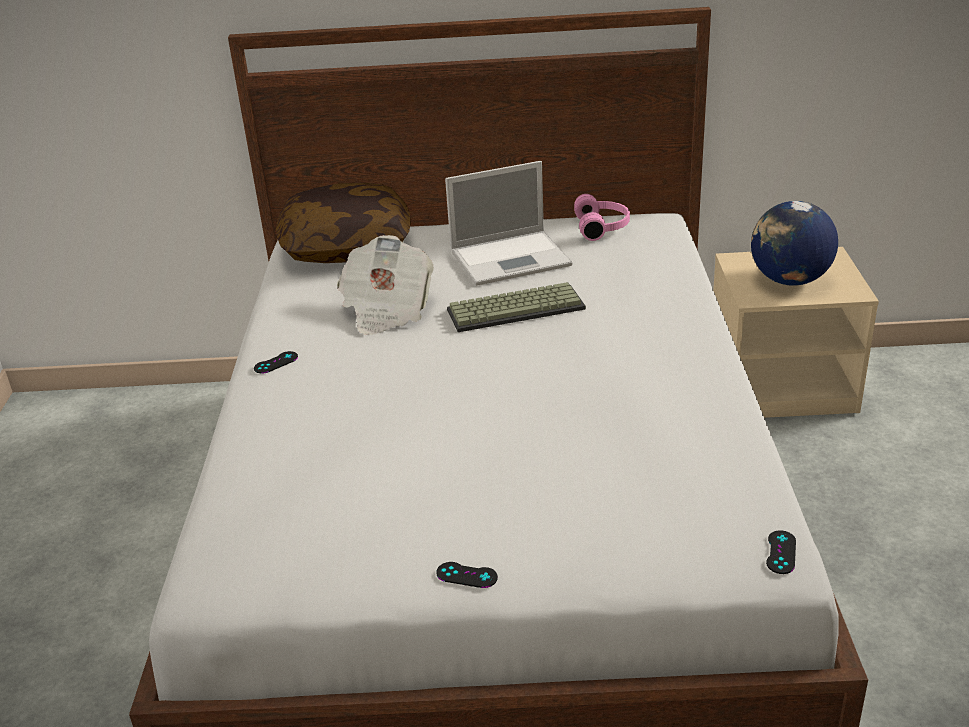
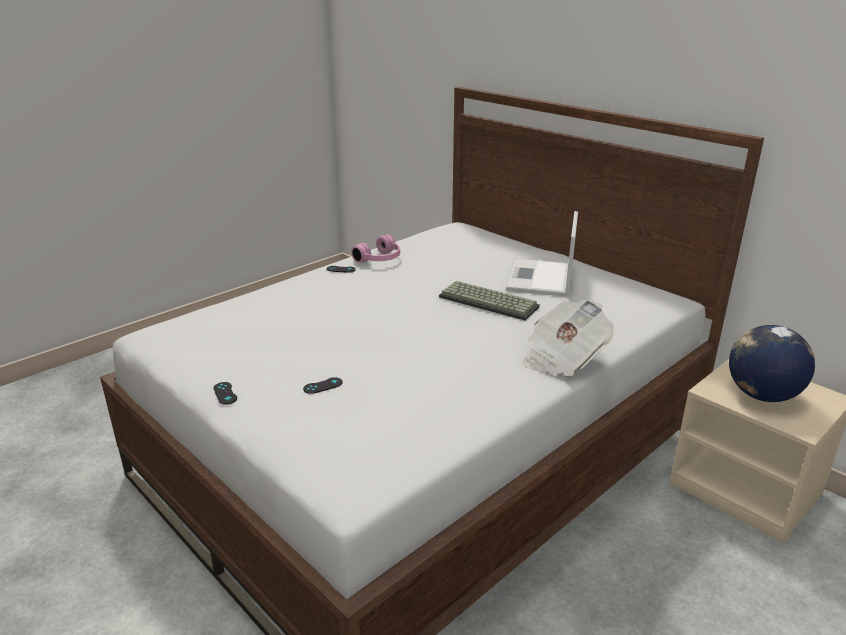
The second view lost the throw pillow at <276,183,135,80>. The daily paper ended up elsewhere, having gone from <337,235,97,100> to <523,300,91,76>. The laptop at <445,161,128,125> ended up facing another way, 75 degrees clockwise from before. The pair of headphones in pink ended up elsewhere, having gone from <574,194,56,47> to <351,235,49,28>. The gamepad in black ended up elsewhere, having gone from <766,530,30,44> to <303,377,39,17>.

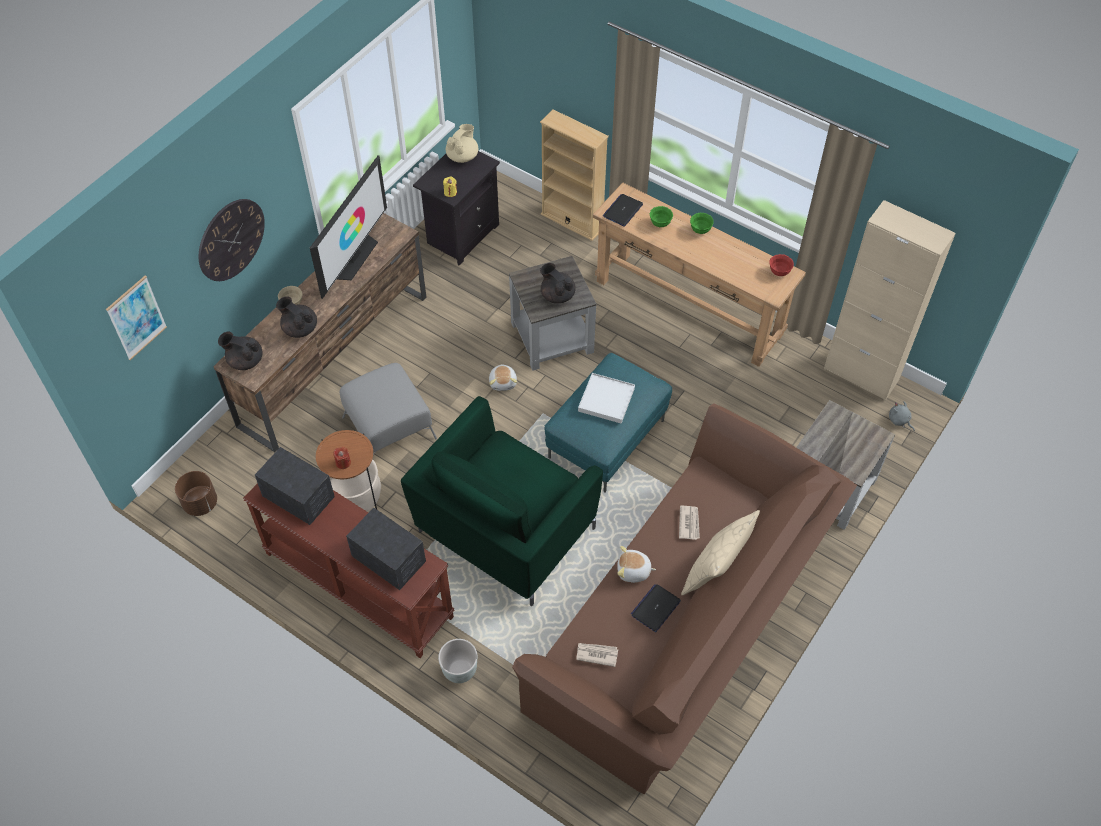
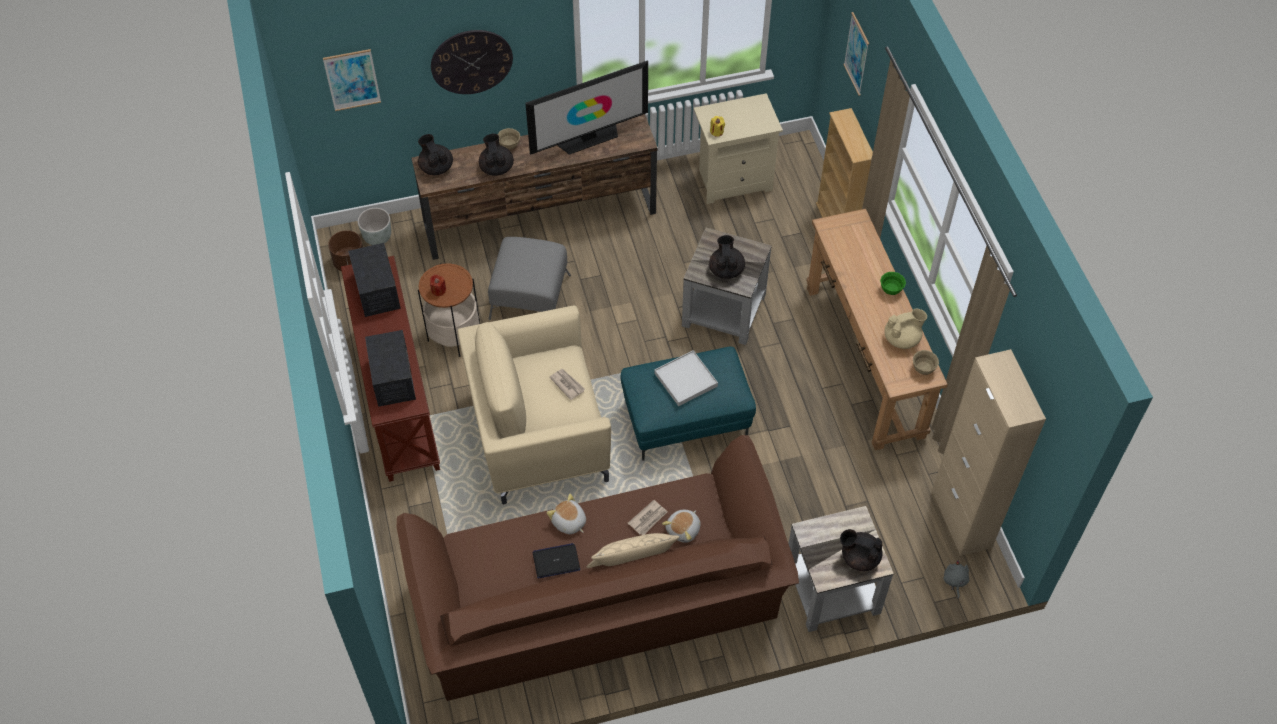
What was the armchair in green-coloured at <401,396,202,210> turned into the armchair in beige-coloured at <458,306,153,198>. What was the nightstand in black at <413,151,87,114> turned into the nightstand in beige-coloured at <694,93,89,111>. The plant pot in gray ended up elsewhere, having gone from <438,639,39,44> to <358,208,33,37>. The teapot in beige-coloured ended up elsewhere, having gone from <446,124,32,39> to <884,309,43,40>. The cuddly toy ended up elsewhere, having gone from <489,364,28,27> to <662,510,39,33>. The daily paper ended up elsewhere, having gone from <577,643,41,24> to <549,369,36,31>. The second view lost the laptop at <603,194,40,33>. The second view lost the serving bowl in green-coloured at <650,206,23,21>. What was the serving bowl in red-coloured at <770,254,24,22> turned into the serving bowl in beige-coloured at <913,350,26,25>. The second view gained the teapot in black at <840,529,43,42>. The second view gained the picture at <843,12,26,84>.

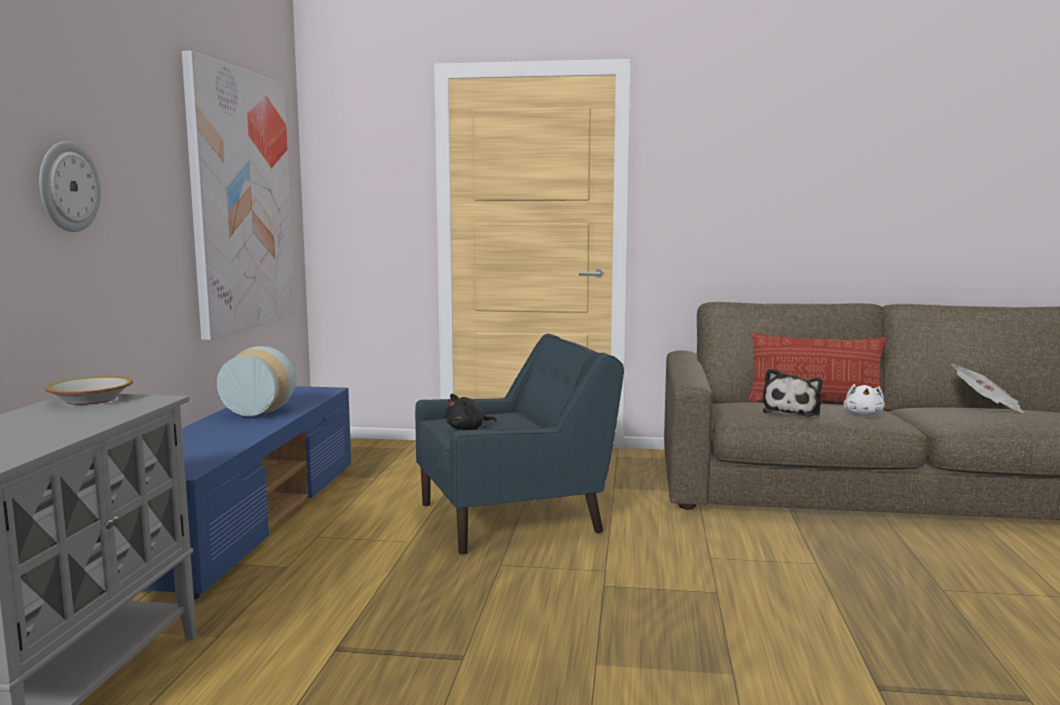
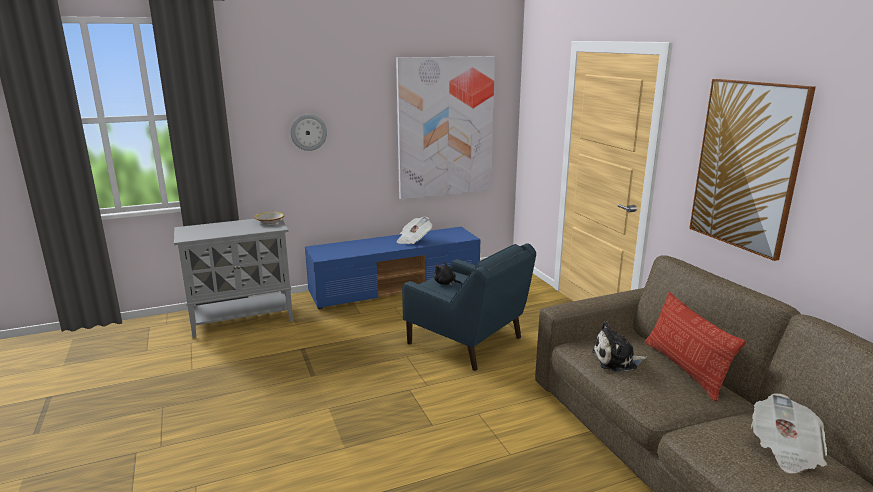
Where the flower vase stood at <217,346,79,70>, the daily paper came to stand at <396,217,36,27>. The second view lost the cuddly toy in white at <843,384,42,32>. The second view gained the picture at <689,79,127,182>.

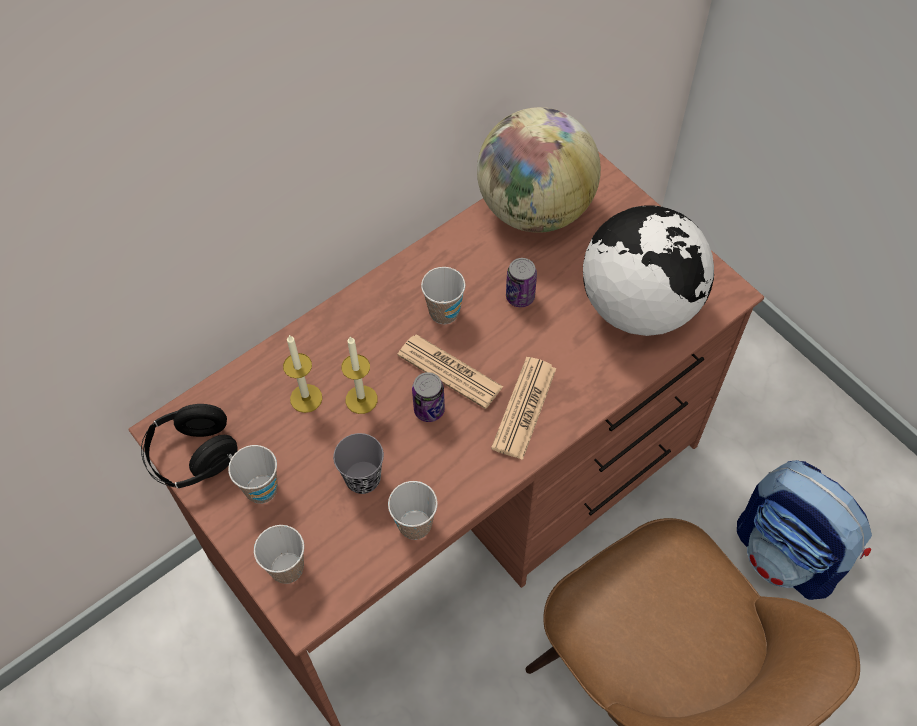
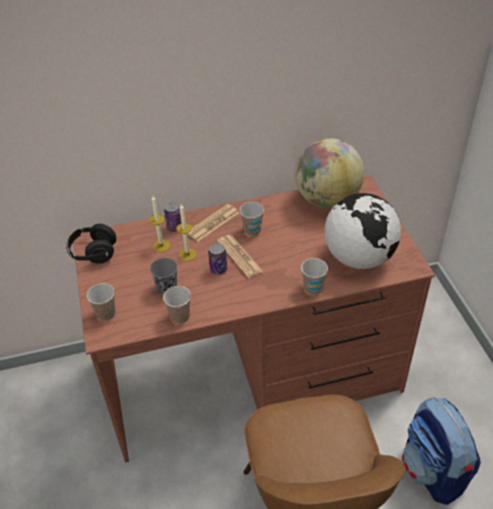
The small cup ended up elsewhere, having gone from <228,445,50,59> to <301,258,27,37>. The daily paper ended up elsewhere, having gone from <491,357,66,103> to <187,204,52,38>. The metal can ended up elsewhere, having gone from <506,258,31,49> to <164,202,18,30>.

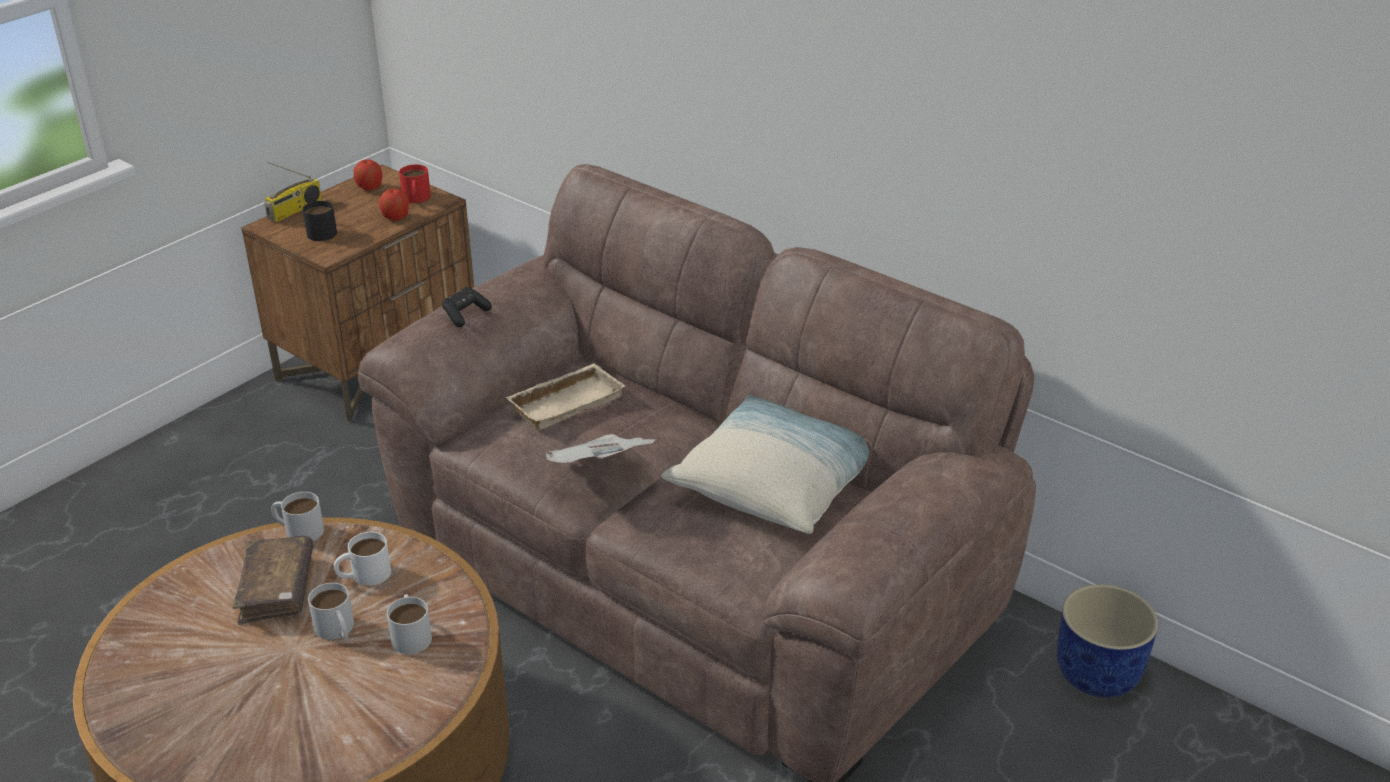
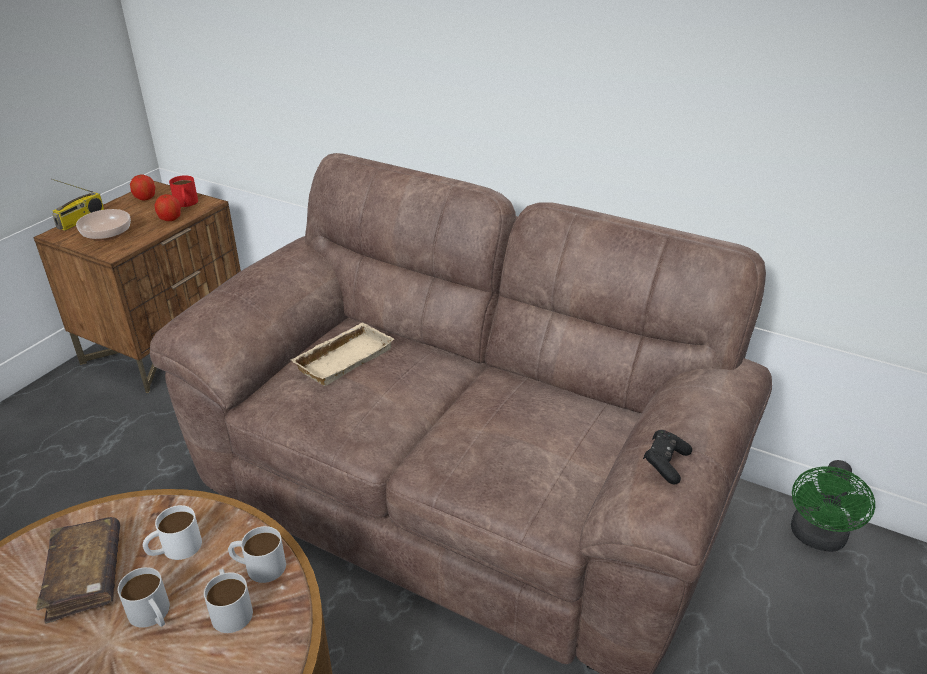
The mug in white ended up elsewhere, having gone from <271,492,53,49> to <228,526,58,57>. Where the mug in black stood at <303,201,34,40>, the serving bowl came to stand at <76,209,55,32>. The gamepad in black ended up elsewhere, having gone from <442,287,50,40> to <643,430,49,54>. The second view lost the daily paper at <546,434,110,29>. The second view lost the throw pillow at <661,395,208,139>. Where the plant pot in blue stood at <1057,584,101,114>, the cooling fan in green-coloured came to stand at <791,460,84,92>.

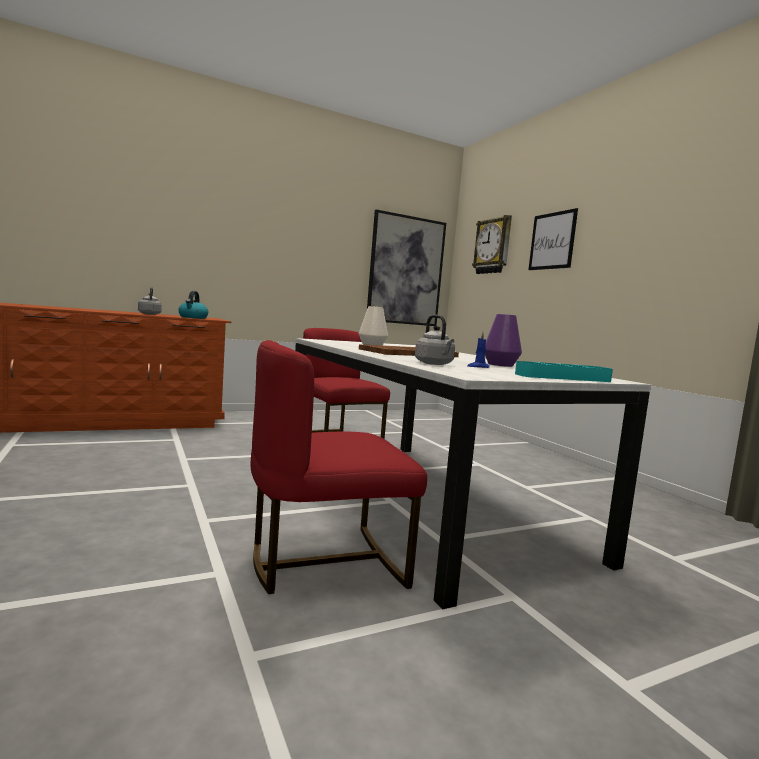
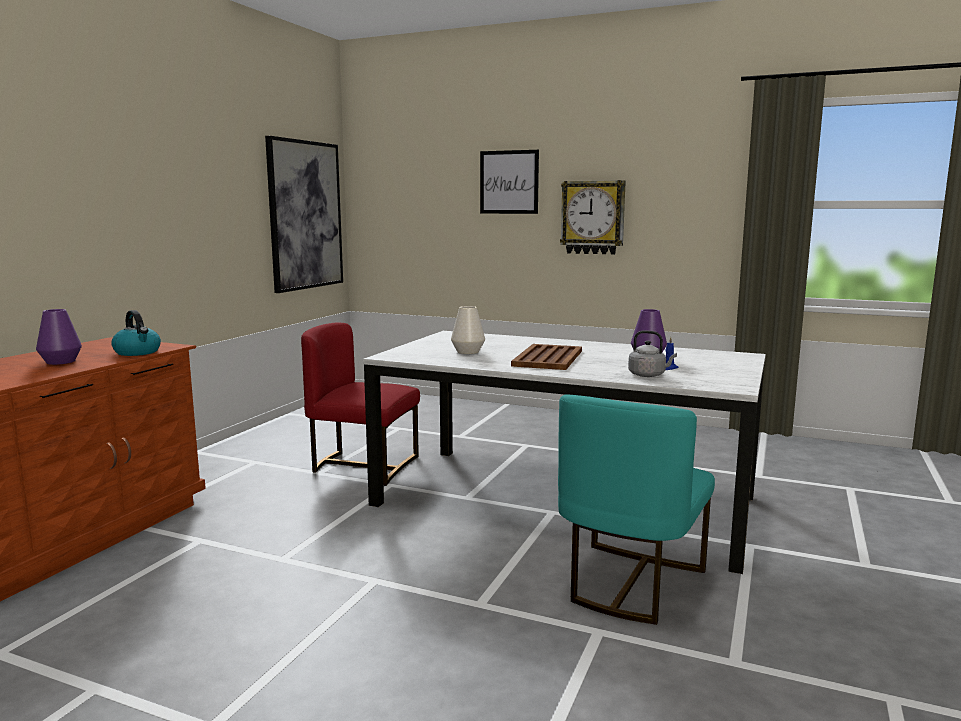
Where the kettle in gray stood at <138,287,24,28>, the flower vase in purple-coloured came to stand at <36,309,46,56>. What was the chair in red-coloured at <251,340,176,254> turned into the chair in turquoise-coloured at <558,394,157,231>. The clock on the wall ended up elsewhere, having gone from <472,215,40,59> to <560,180,66,75>. The second view lost the tray in turquoise-coloured at <515,361,98,21>.

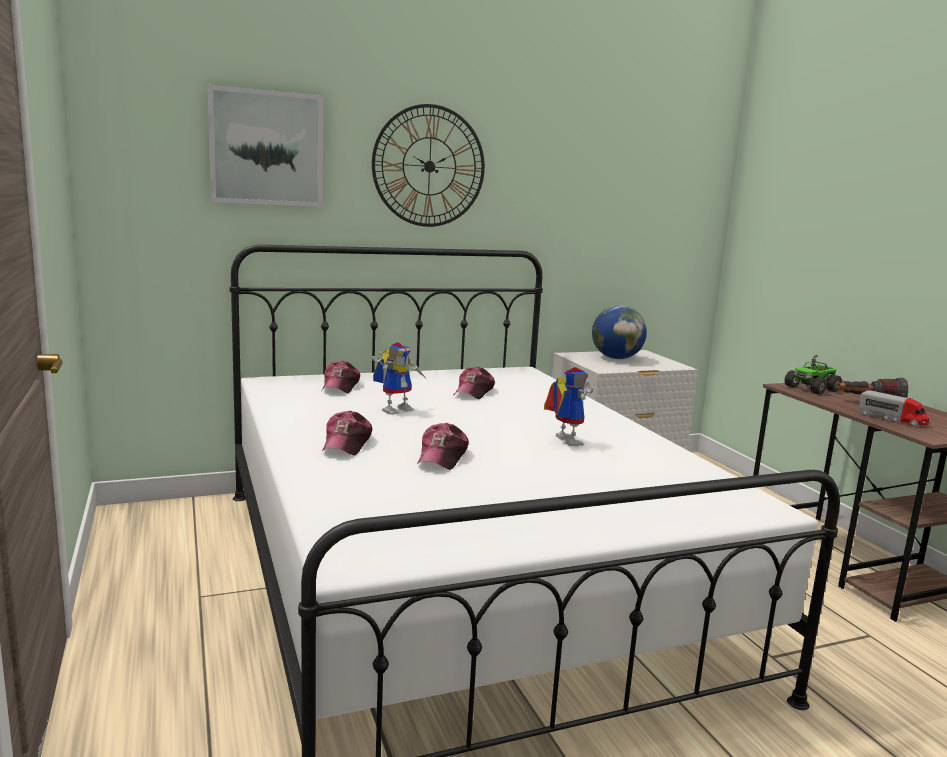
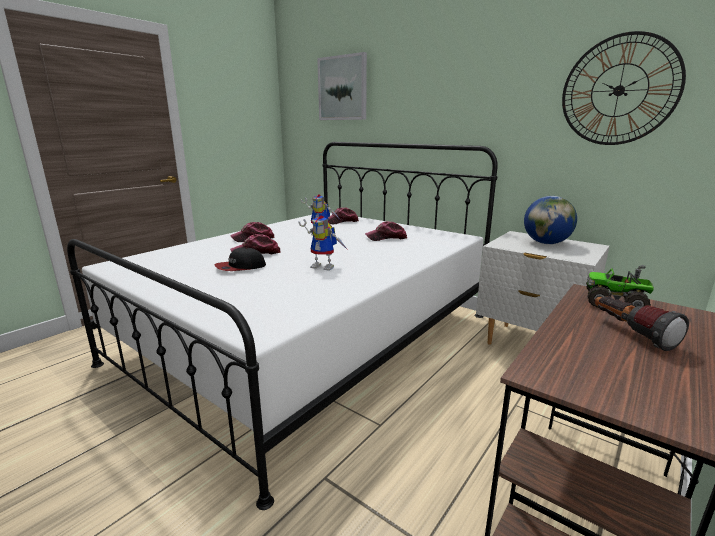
The clock on the wall ended up elsewhere, having gone from <372,104,113,123> to <562,31,124,114>. The toy robot at <544,367,50,79> ended up facing another way, 75 degrees clockwise from before. The second view lost the toy truck at <858,390,71,37>. The second view gained the cap at <214,247,52,24>.

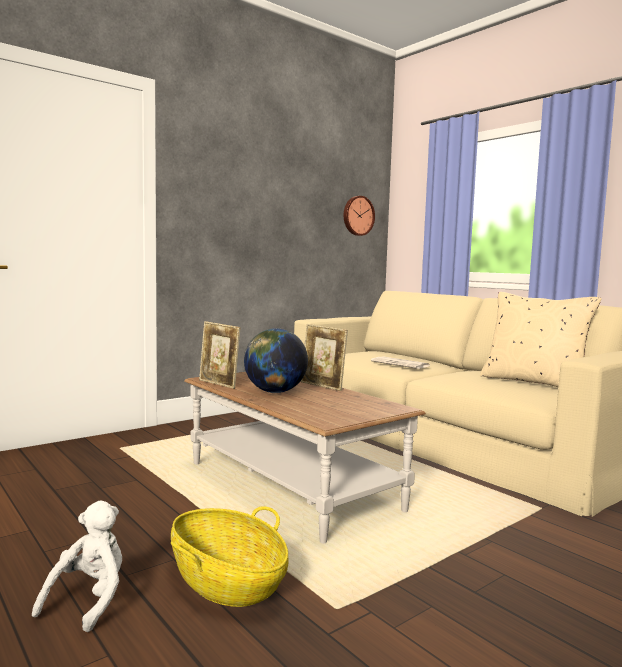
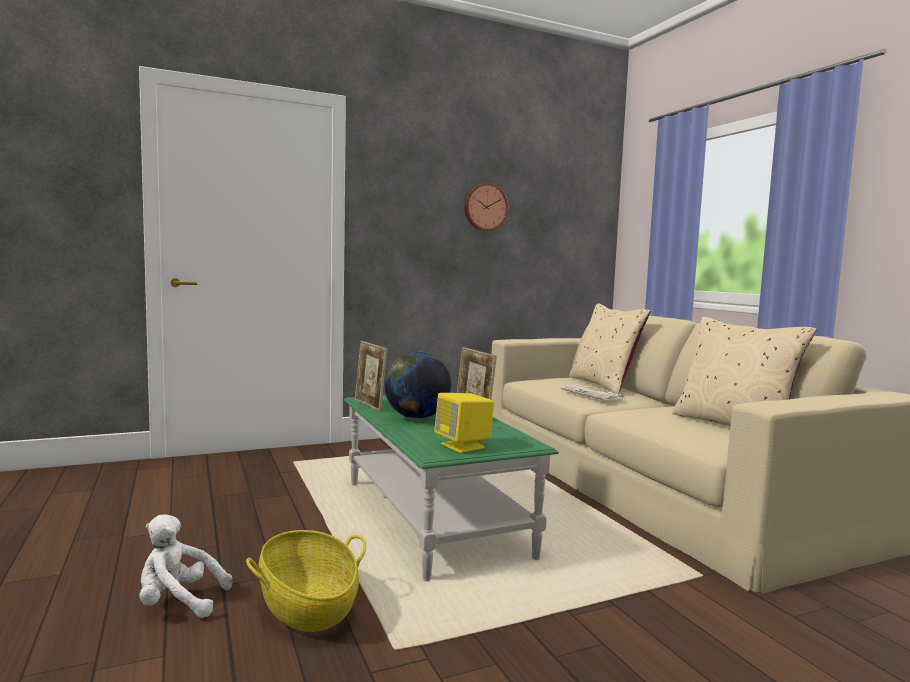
The cuddly toy in white at <32,500,90,132> ended up facing another way, 120 degrees counterclockwise from before. What was the coffee table in brown-coloured at <184,372,242,171> turned into the coffee table in green-coloured at <344,395,215,186>. The clock on the wall ended up elsewhere, having gone from <344,196,31,40> to <464,183,44,48>. The second view gained the loudspeaker in yellow at <434,393,60,60>. The second view gained the throw pillow in beige-coloured at <569,304,82,90>.

